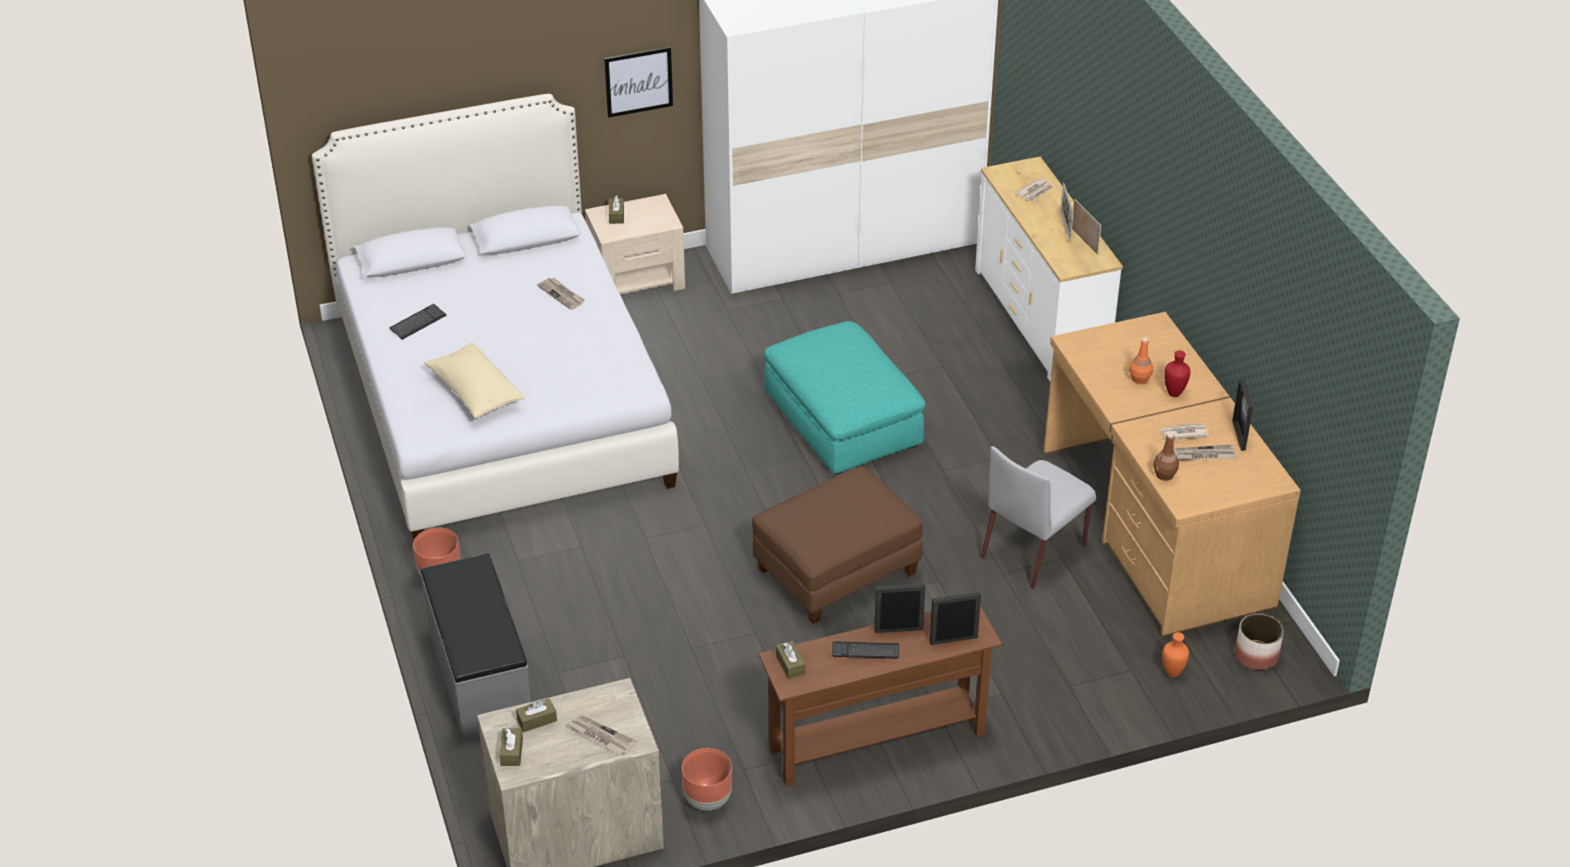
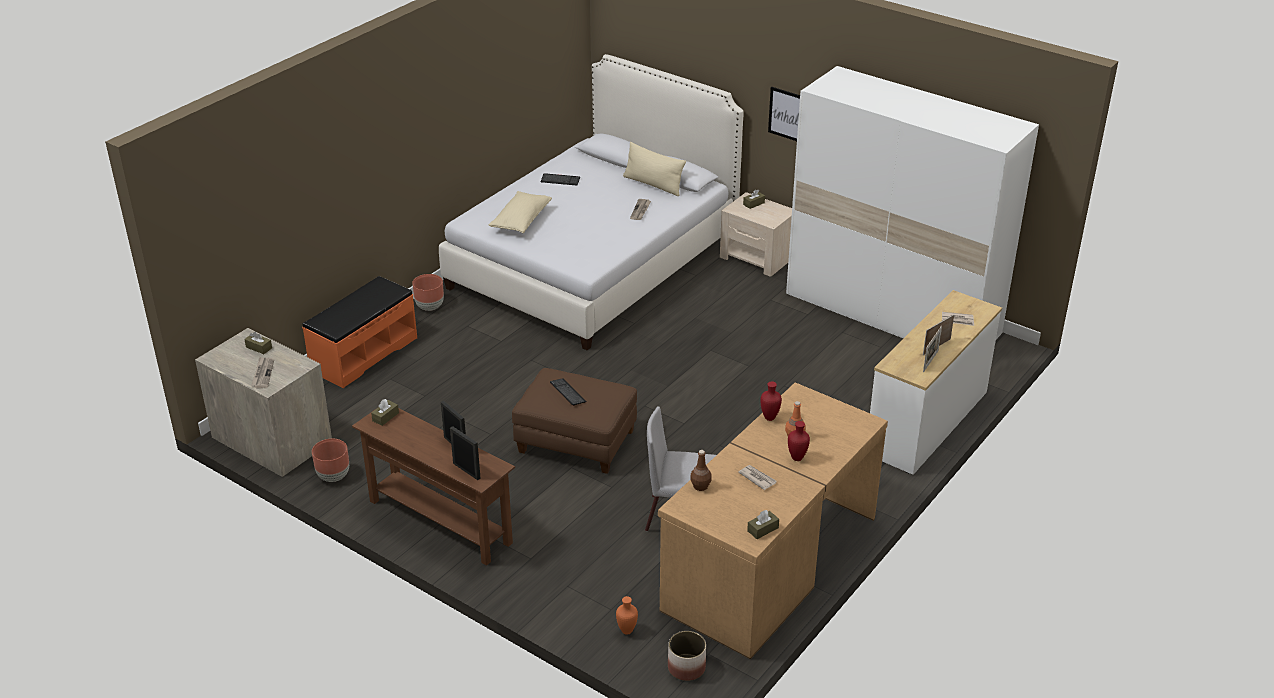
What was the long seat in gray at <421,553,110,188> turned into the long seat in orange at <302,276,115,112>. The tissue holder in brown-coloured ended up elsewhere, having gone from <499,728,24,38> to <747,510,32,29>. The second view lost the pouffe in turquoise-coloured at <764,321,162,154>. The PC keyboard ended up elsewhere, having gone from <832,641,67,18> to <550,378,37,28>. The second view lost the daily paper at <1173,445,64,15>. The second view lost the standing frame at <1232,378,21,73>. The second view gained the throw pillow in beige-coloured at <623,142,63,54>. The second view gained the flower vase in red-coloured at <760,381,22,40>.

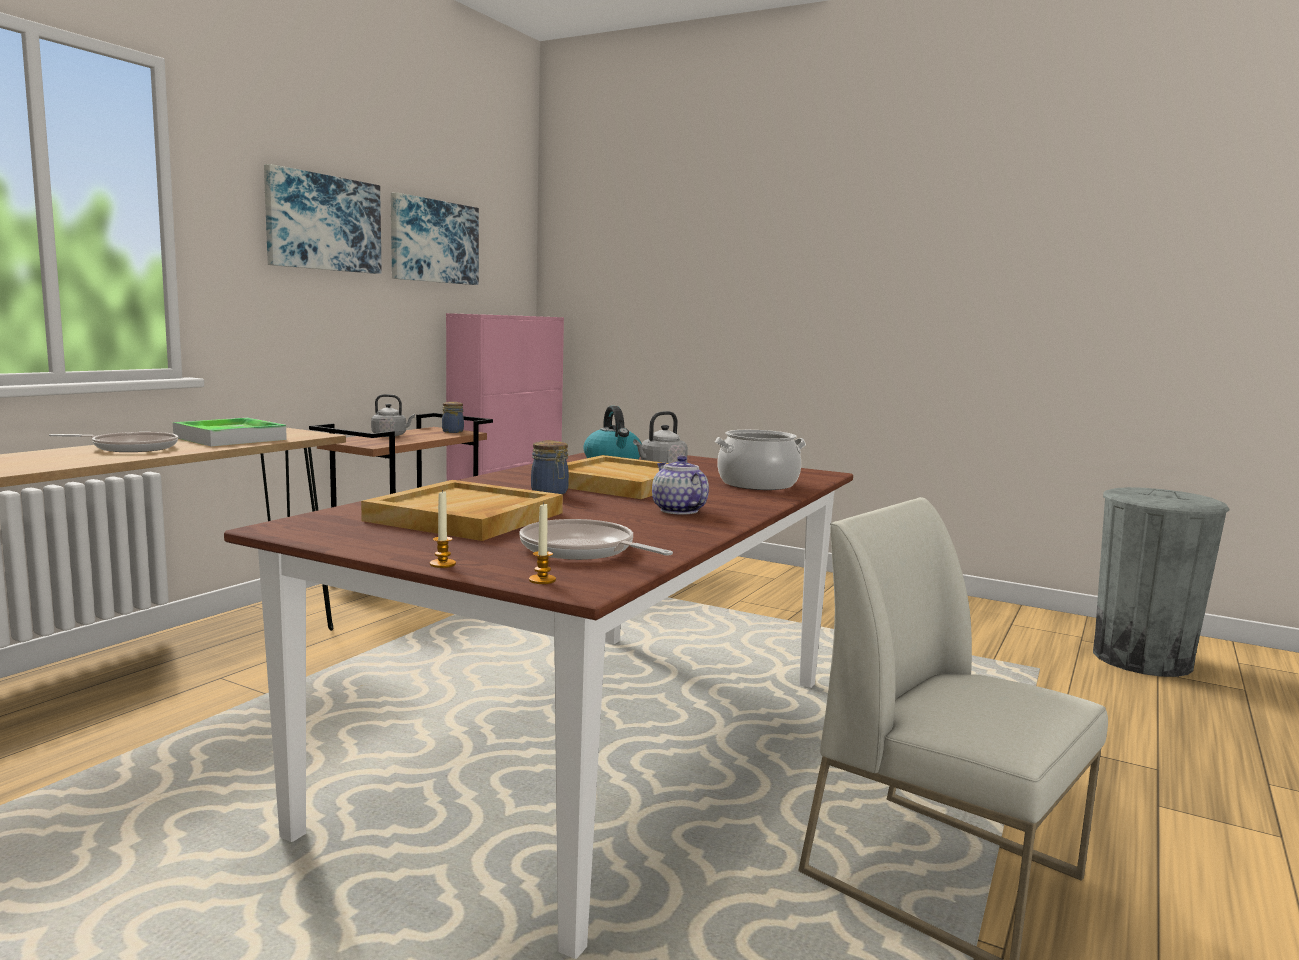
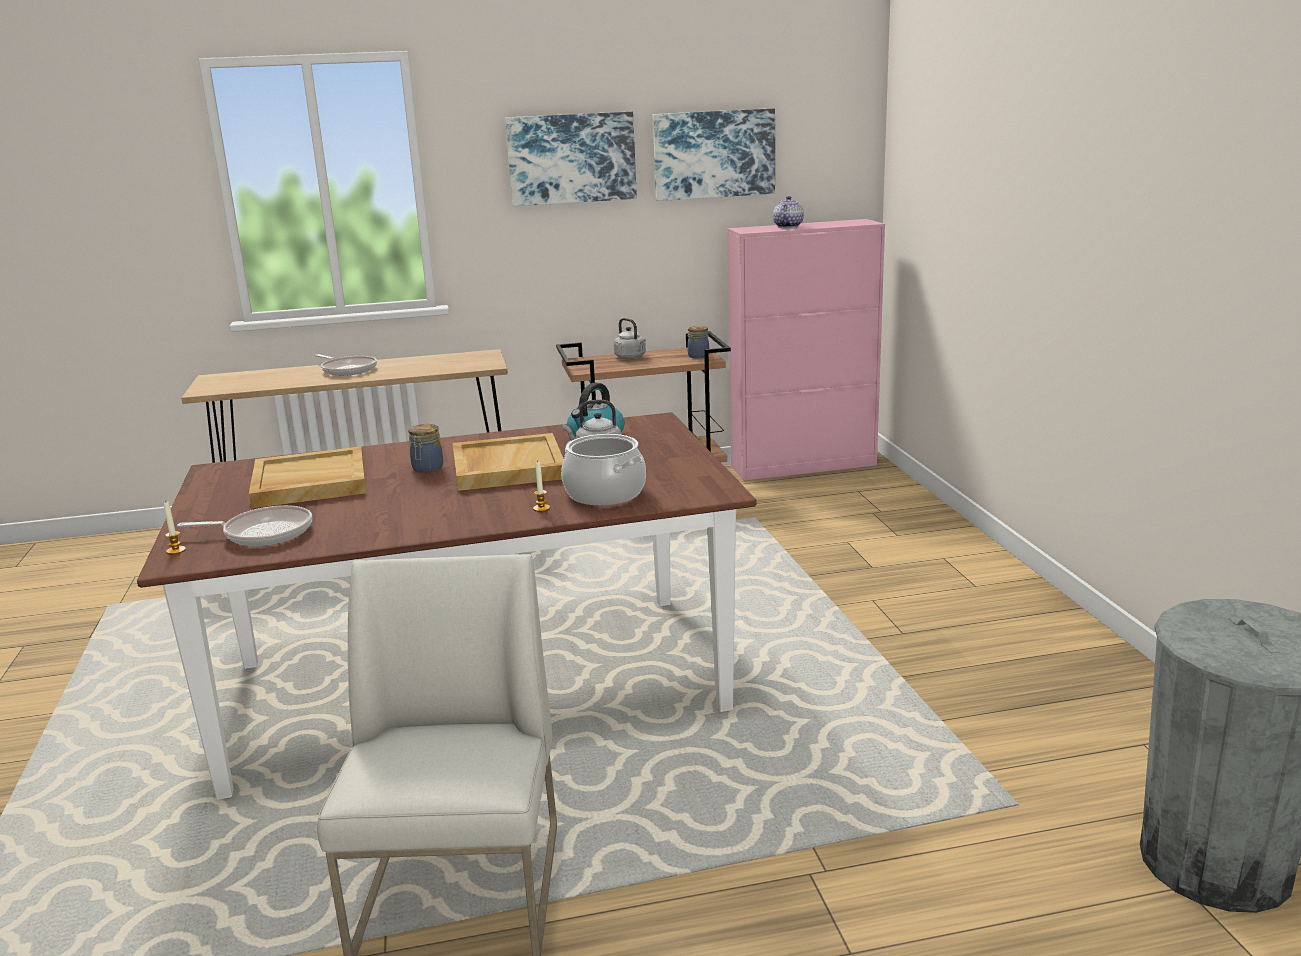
The second view lost the tray at <173,418,114,28>. The candle ended up elsewhere, having gone from <430,489,26,79> to <533,462,17,50>. The pan at <519,519,154,41> ended up facing another way, 90 degrees clockwise from before. The teapot ended up elsewhere, having gone from <652,456,57,58> to <773,196,31,32>.

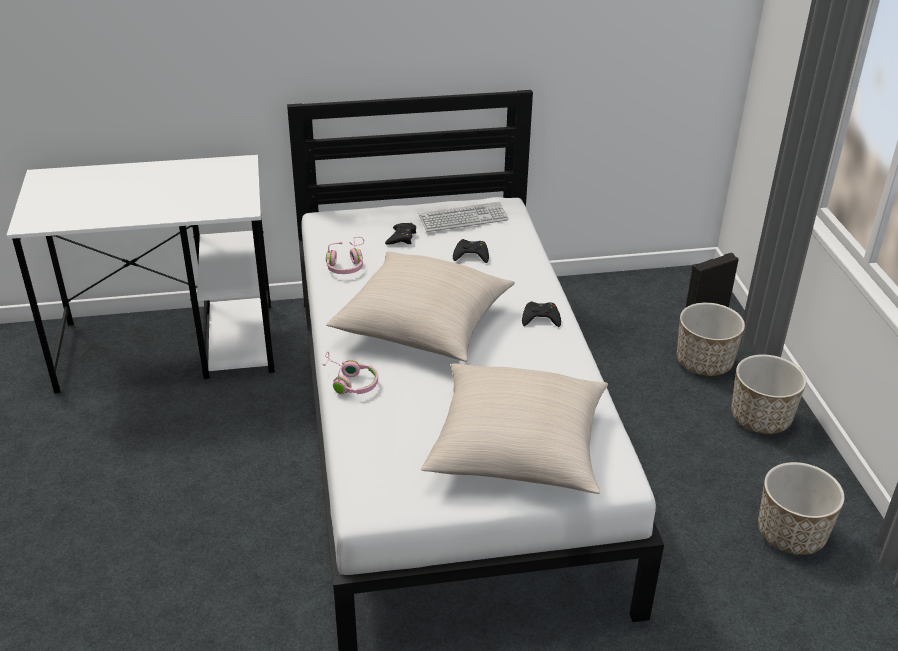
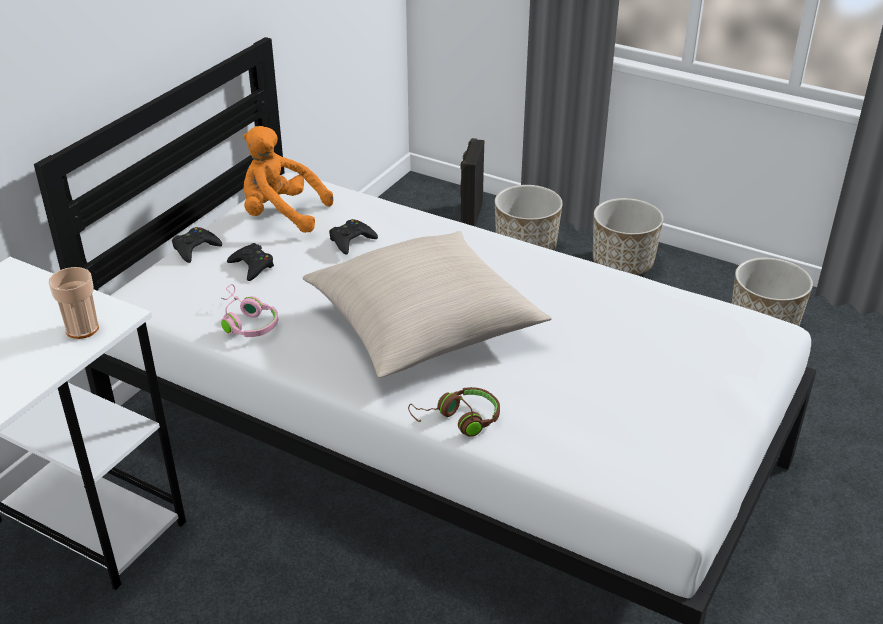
What was the pair of headphones in pink at <322,352,56,42> turned into the pair of headphones in brown-coloured at <408,387,92,50>. Where the PC keyboard stood at <418,202,91,30>, the cuddly toy in orange came to stand at <243,126,90,107>. The second view lost the throw pillow in beige-coloured at <421,363,187,131>. The gamepad in black ended up elsewhere, having gone from <522,301,39,26> to <172,227,50,36>. The second view gained the small cup at <49,267,50,72>.

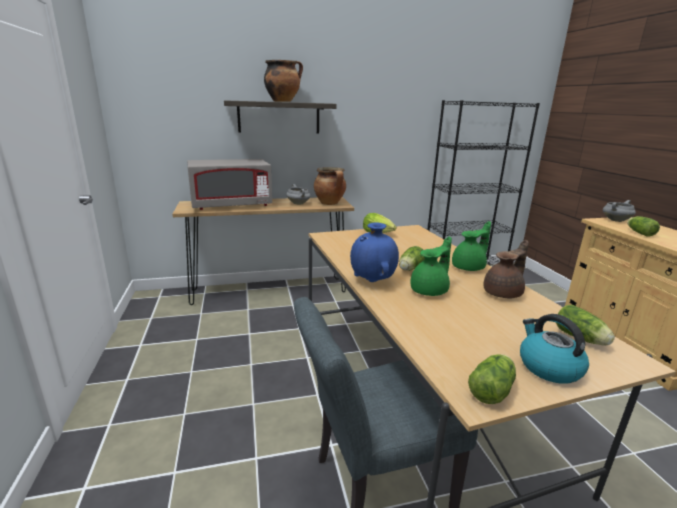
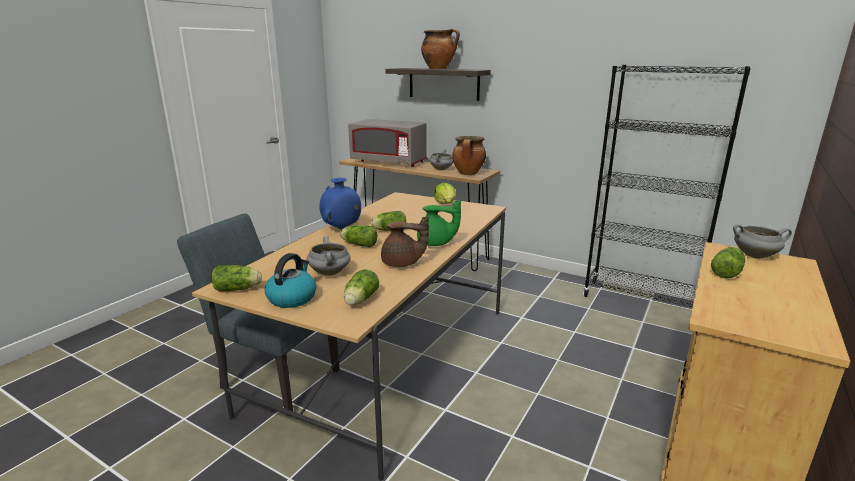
Where the teapot in green-coloured stood at <410,236,42,60>, the head of lettuce came to stand at <340,225,37,22>. The second view gained the stockpot in gray at <307,236,44,40>.

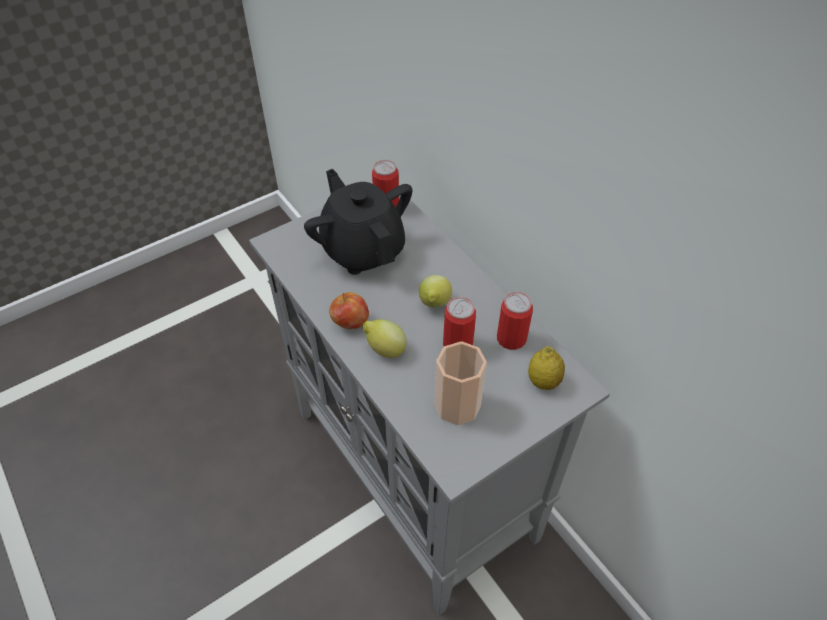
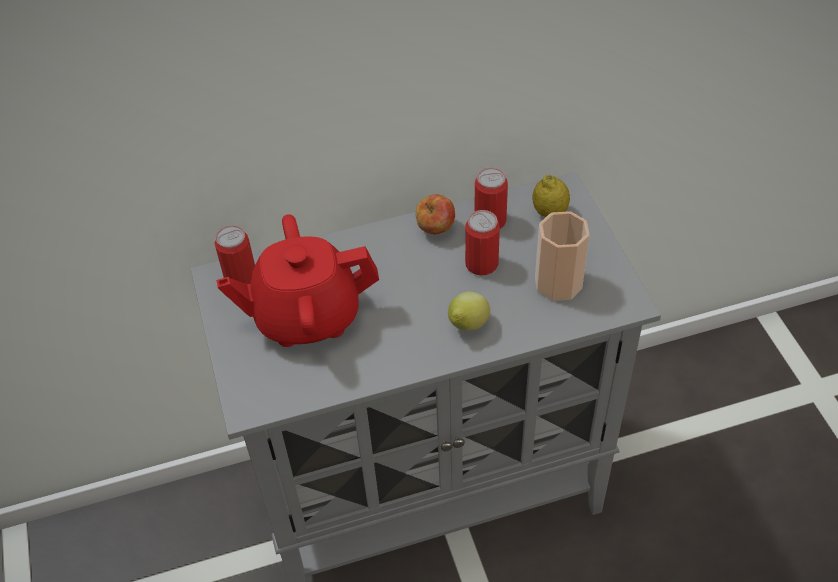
What was the teapot in black at <304,169,108,106> turned into the teapot in red-coloured at <216,214,163,133>. The whole apple ended up elsewhere, having gone from <329,292,40,37> to <415,194,40,41>. The second view lost the lemon at <419,275,33,33>.

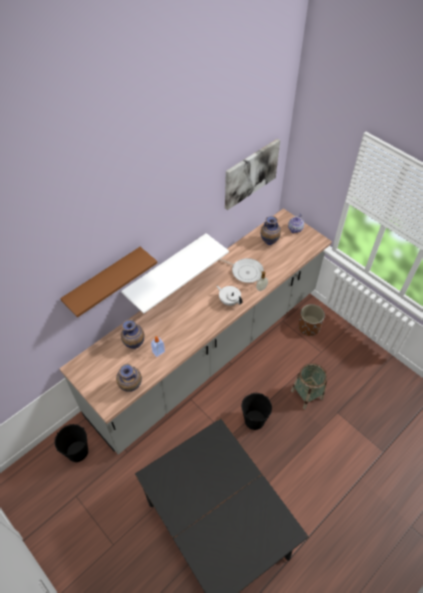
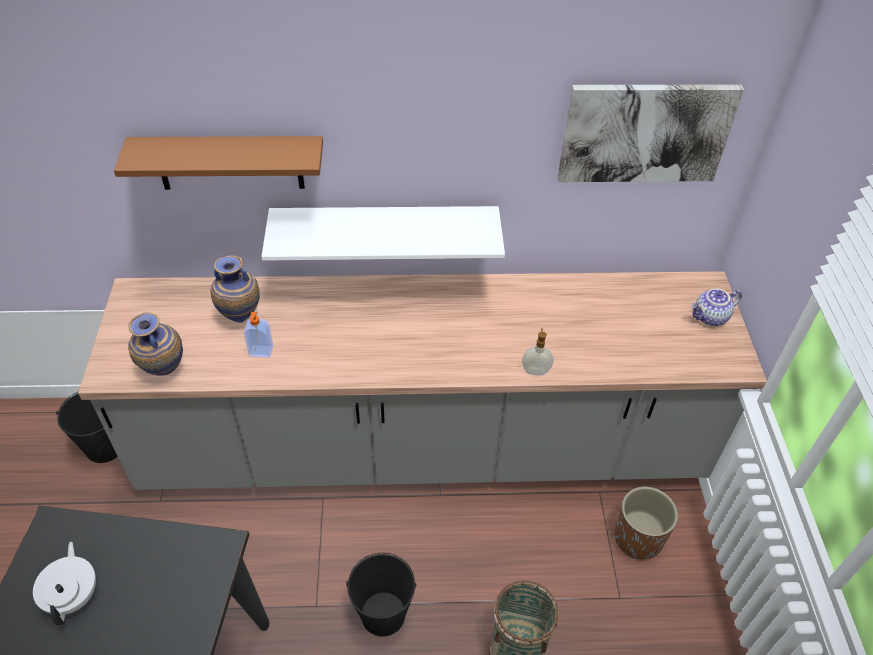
The teapot in white ended up elsewhere, having gone from <217,286,26,20> to <33,542,63,83>. The second view lost the pan at <219,258,45,25>. The second view lost the flower vase at <261,216,20,29>.

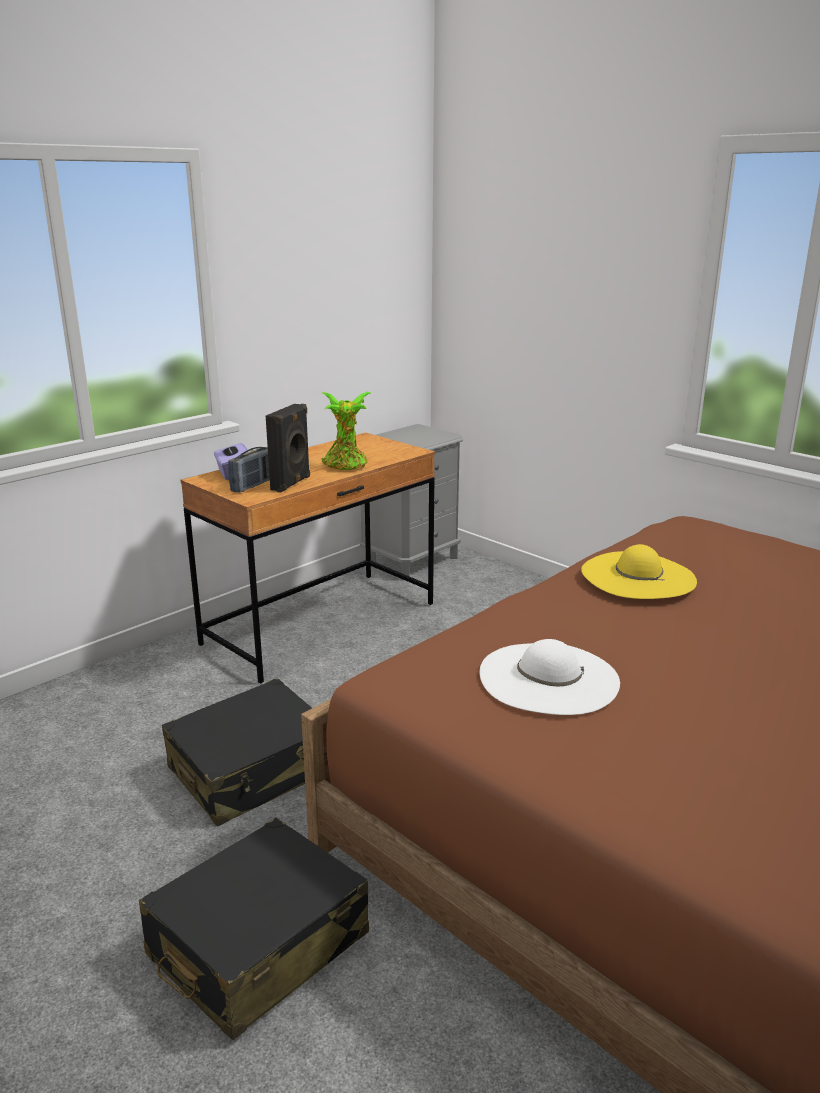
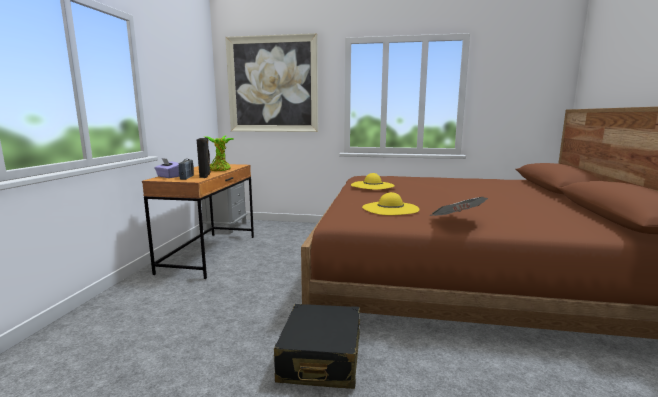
The second view lost the piece of luggage in black at <162,678,150,148>. What was the hat in white at <480,639,140,76> turned into the hat in yellow at <362,192,57,23>. The second view gained the picture at <225,33,93,99>. The second view gained the daily paper at <429,197,59,19>.

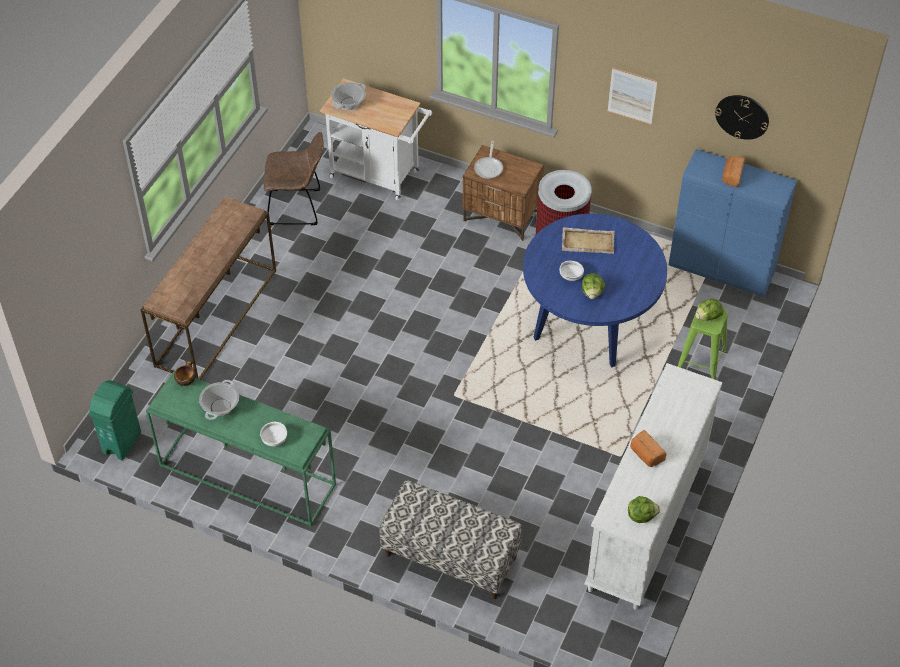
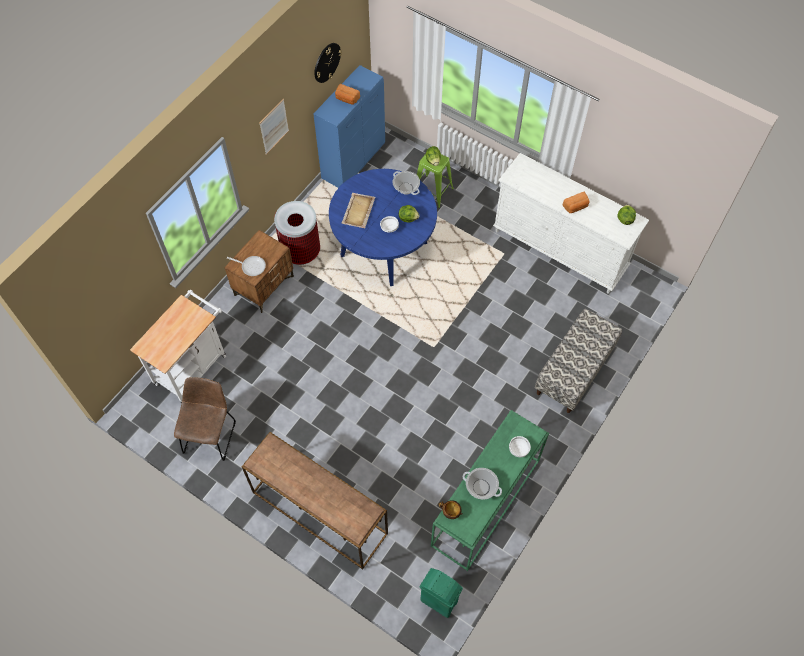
The stockpot ended up elsewhere, having gone from <331,83,35,27> to <392,171,28,24>.

